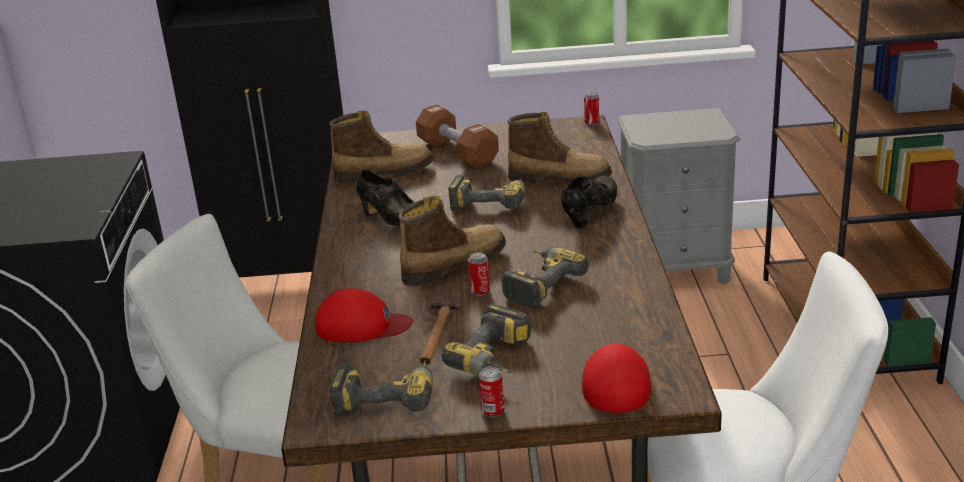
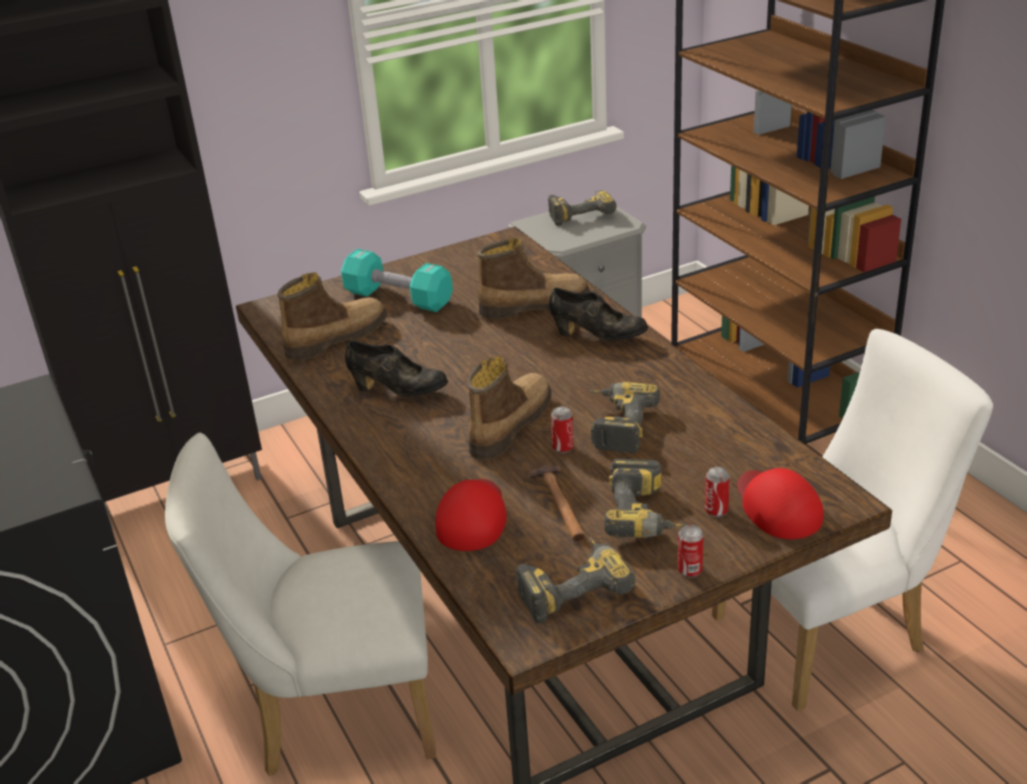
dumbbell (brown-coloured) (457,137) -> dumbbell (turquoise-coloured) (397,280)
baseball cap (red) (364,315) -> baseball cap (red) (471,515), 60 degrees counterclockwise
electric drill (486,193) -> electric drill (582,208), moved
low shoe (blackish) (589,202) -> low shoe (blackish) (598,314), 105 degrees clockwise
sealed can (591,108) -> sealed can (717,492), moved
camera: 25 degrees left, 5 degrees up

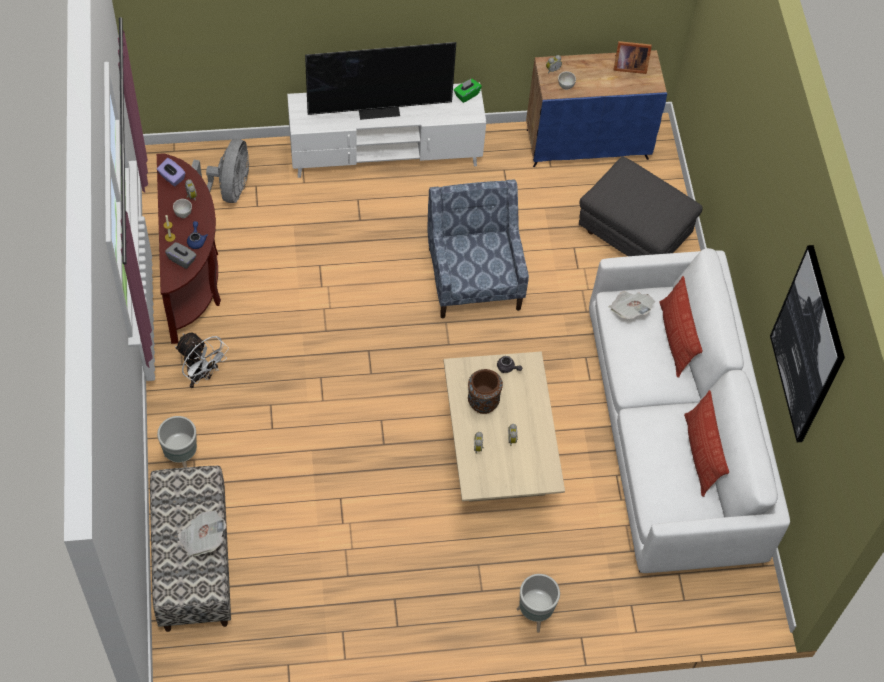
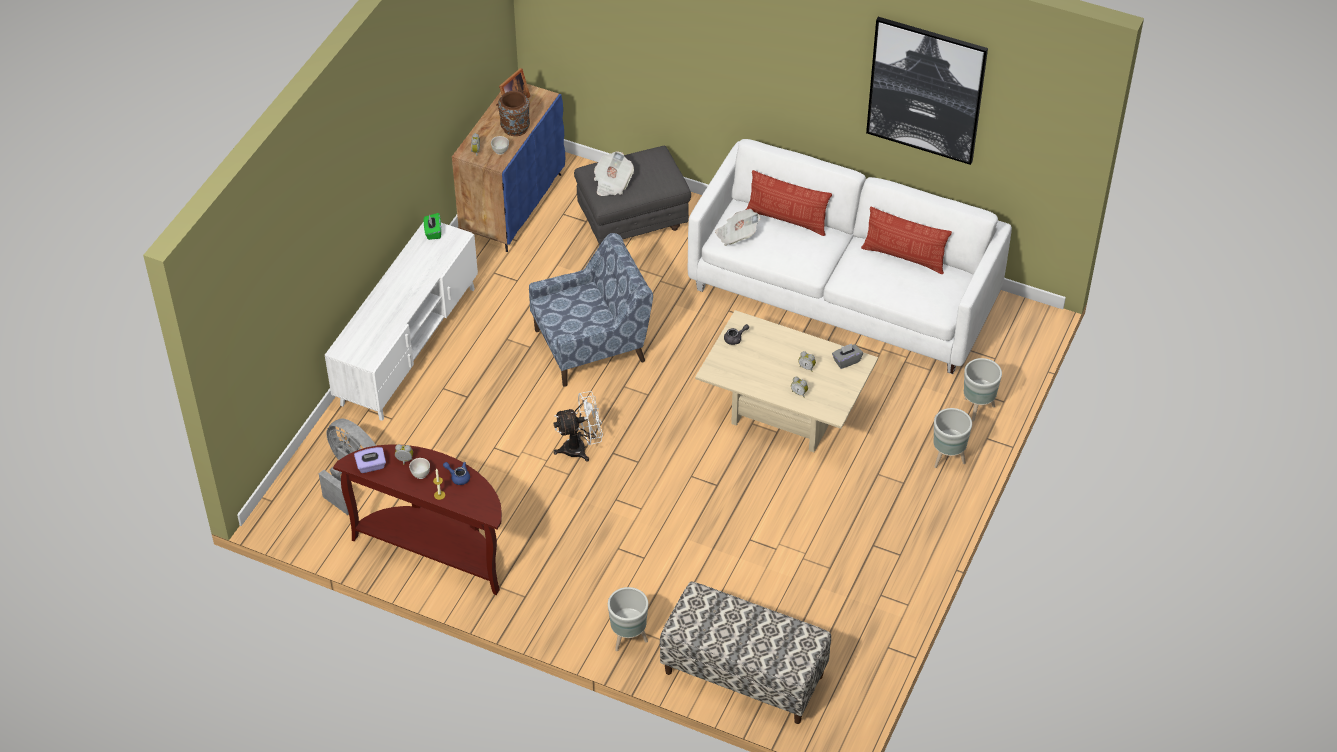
vase (brown-coloured) (485,391) -> vase (brown-coloured) (514,113), moved
lounge chair (bluish) (478,248) -> lounge chair (bluish) (591,310), 135 degrees clockwise
electric fan (whitish) (202,360) -> electric fan (whitish) (578,426), moved
printed paper (202,533) -> printed paper (614,173), moved
tissue box (grey) (181,255) -> tissue box (grey) (847,356), moved
none -> plant pot (grey) (983,390)
TV set (380,81) -> none
camera: 55 degrees left, 10 degrees down

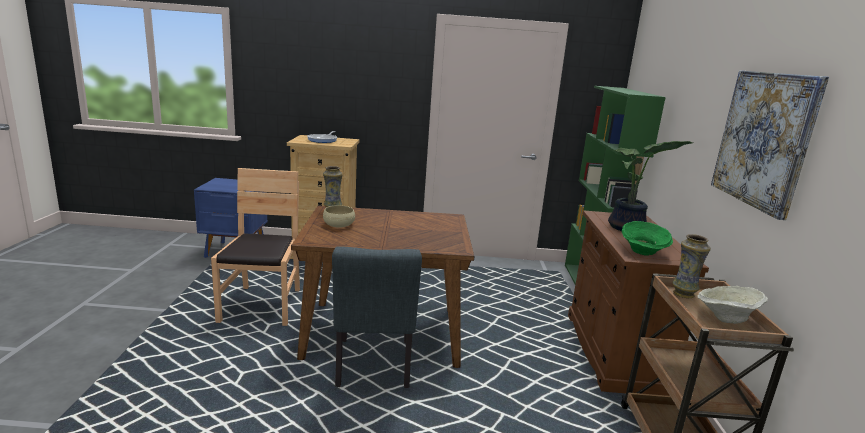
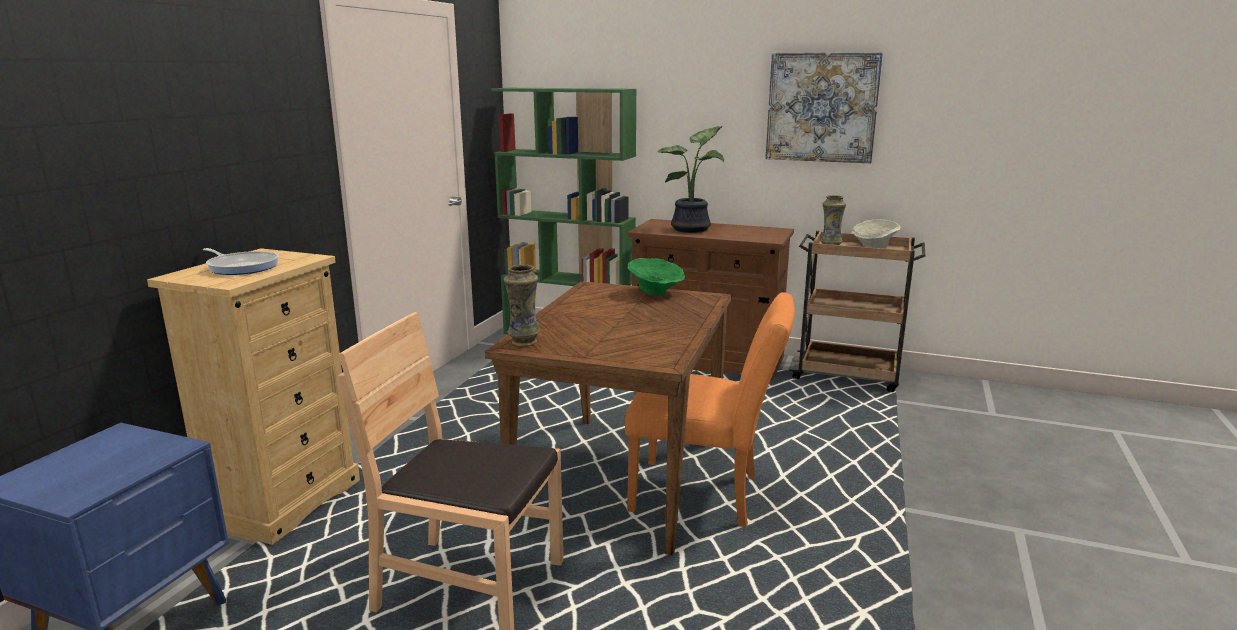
chair (grey) (377,317) -> chair (orange) (710,409)
bowl (green-coloured) (647,238) -> bowl (green-coloured) (656,277), moved
bowl (sand-coloured) (339,216) -> none
camera: 70 degrees left, 0 degrees up

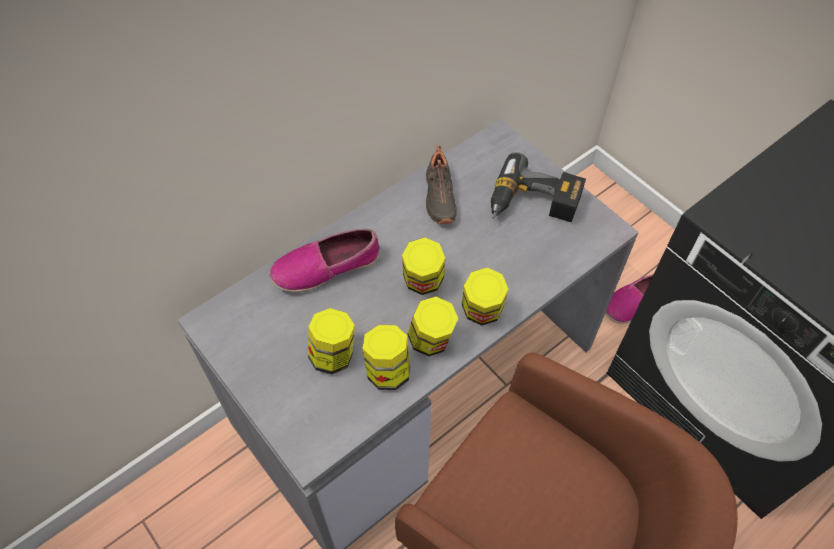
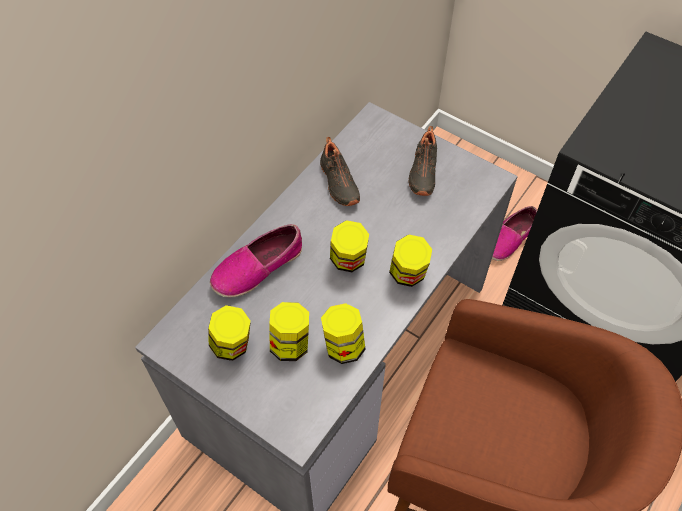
jar (432,326) -> jar (229,333), moved
electric drill (538,187) -> low shoe (blackish) (422,161)
camera: 15 degrees left, 0 degrees up

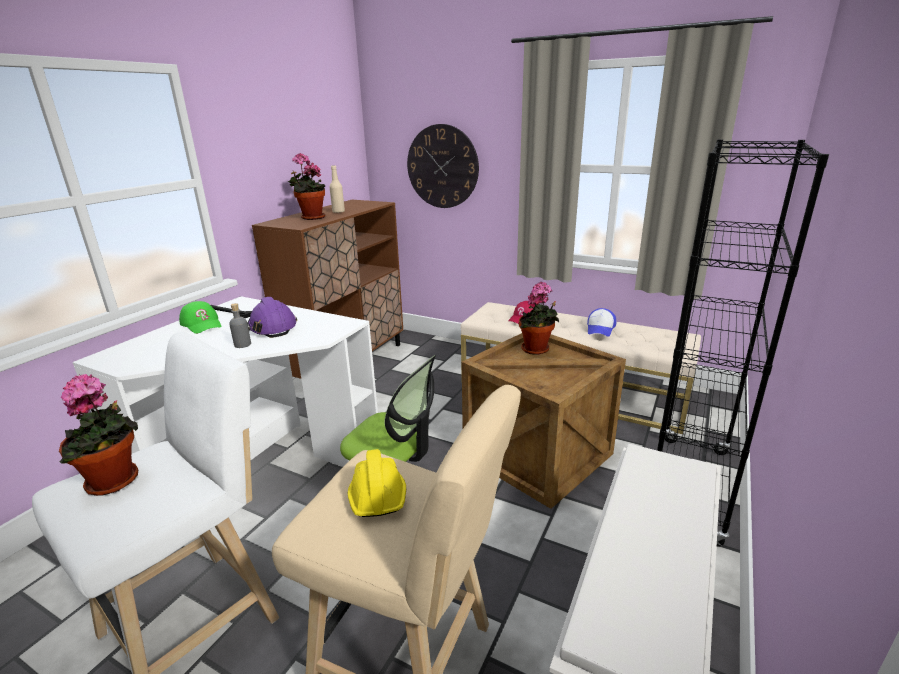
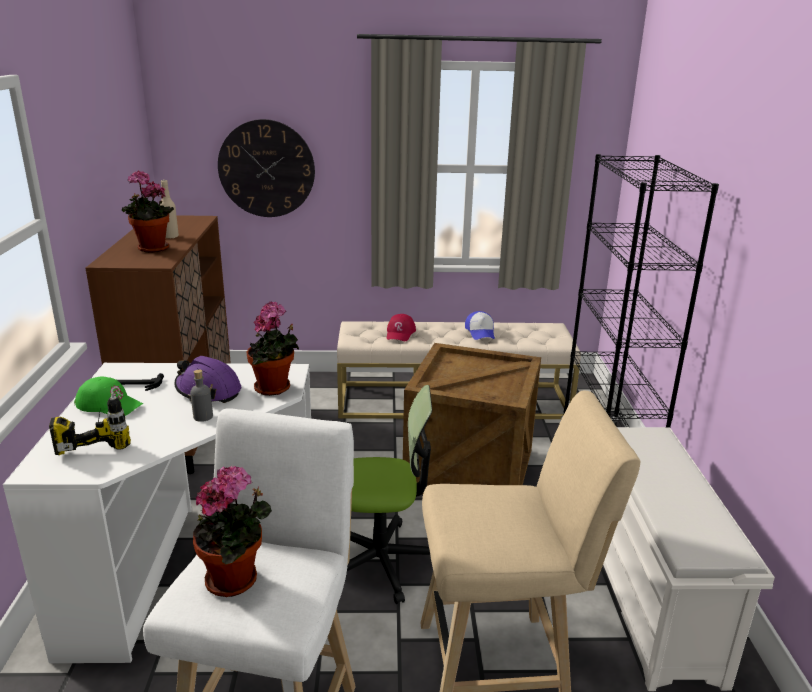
none -> electric drill (90,424)
houseplant (539,318) -> houseplant (272,348), moved
work helmet (yellow) (377,483) -> none
camera: 30 degrees left, 0 degrees up

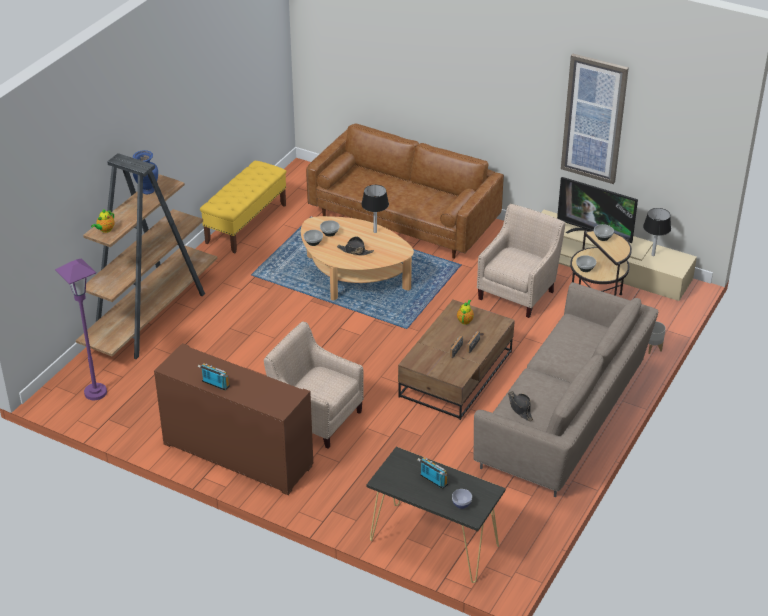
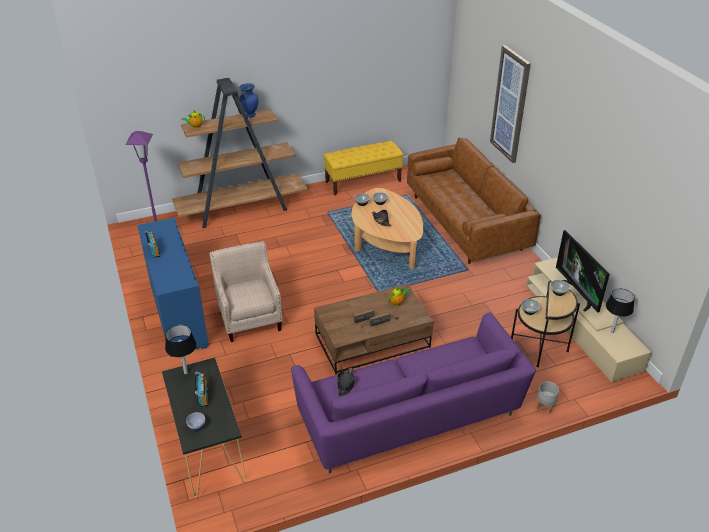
cupboard (brown-coloured) (233,419) -> cupboard (bluish) (173,287)
tabletop lamp (blackish) (375,209) -> tabletop lamp (blackish) (180,349), moved
sofa (sand-coloured) (566,389) -> sofa (purple) (413,393)
wall art (595,119) -> wall art (510,104), moved
lounge chair (sand-coloured) (521,261) -> none
camera: 40 degrees right, 0 degrees up

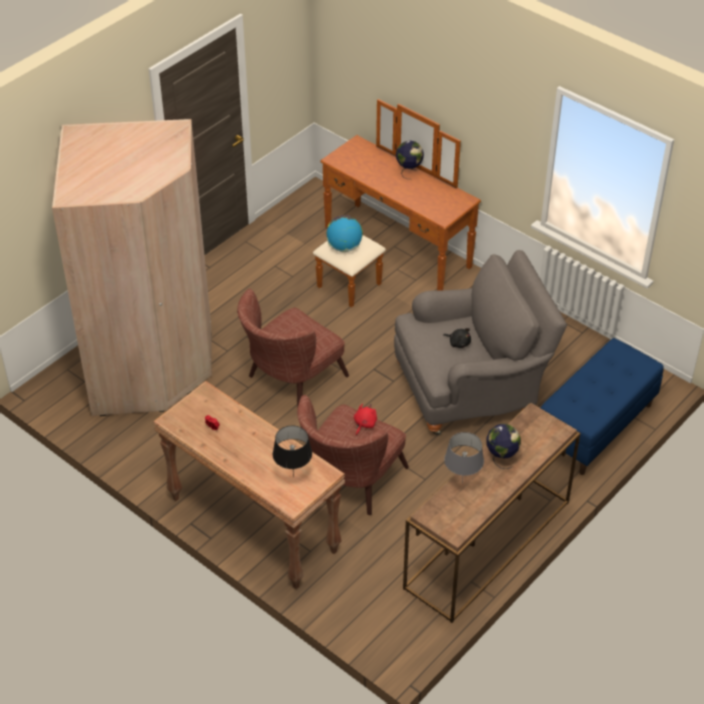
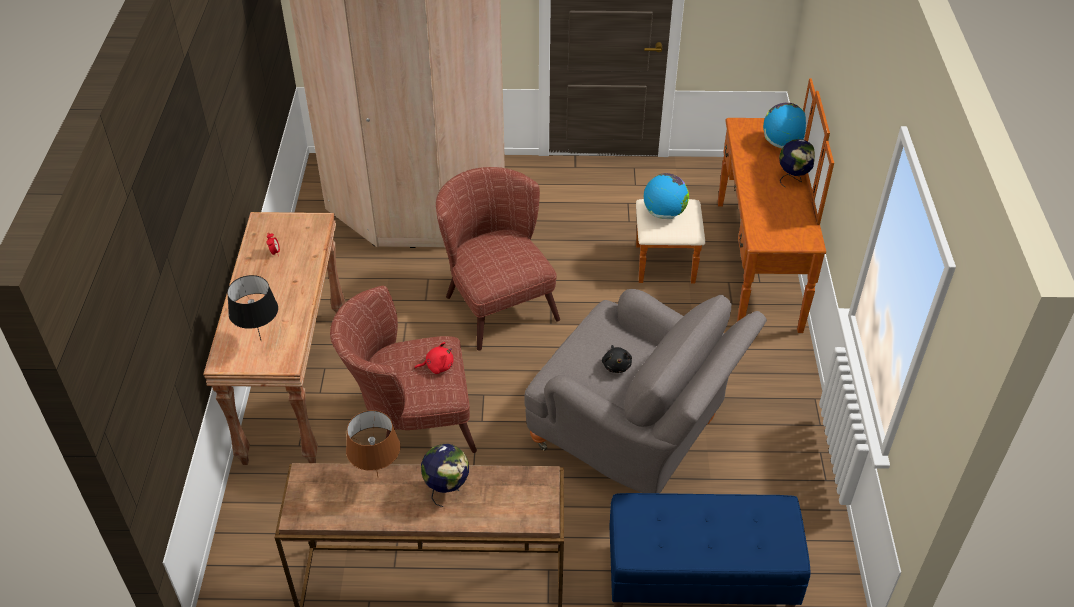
tabletop lamp (grey) (464,457) -> tabletop lamp (brown-coloured) (373,443)
lounge chair (brown-coloured) (293,349) -> lounge chair (brown-coloured) (498,259), 60 degrees clockwise
none -> world globe (784,125)
camera: 50 degrees right, 0 degrees up

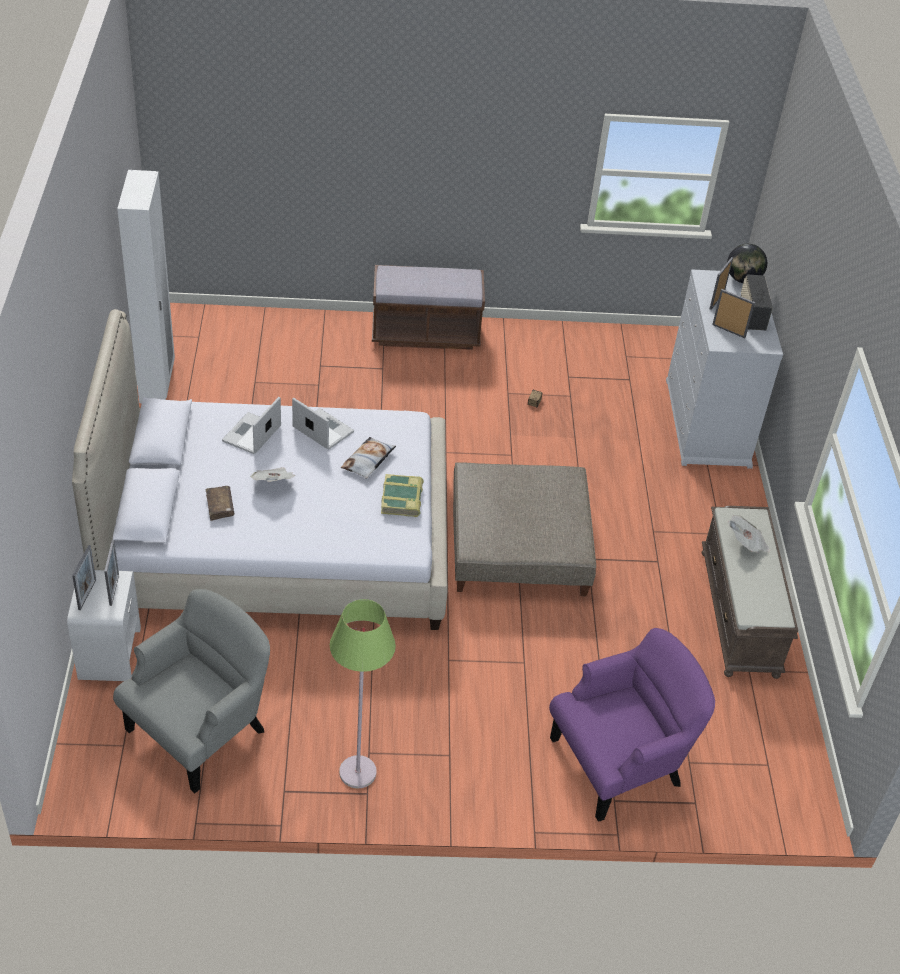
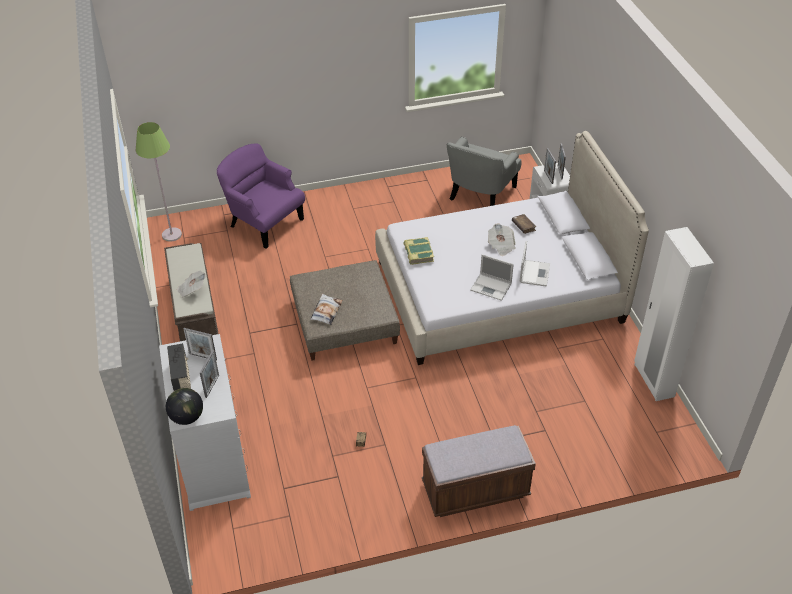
standing lamp (green-coloured) (363,693) -> standing lamp (green-coloured) (159,182), moved
lounge chair (purple) (632,725) -> lounge chair (purple) (261,196), 75 degrees clockwise
cushion (368,458) -> cushion (326,309), moved
camera: 170 degrees right, 0 degrees up

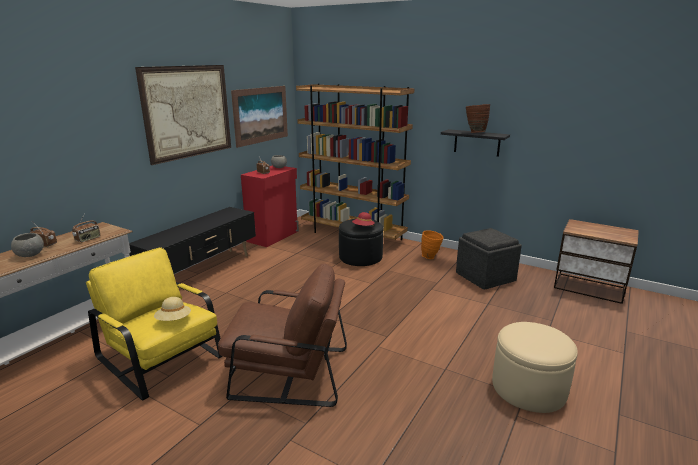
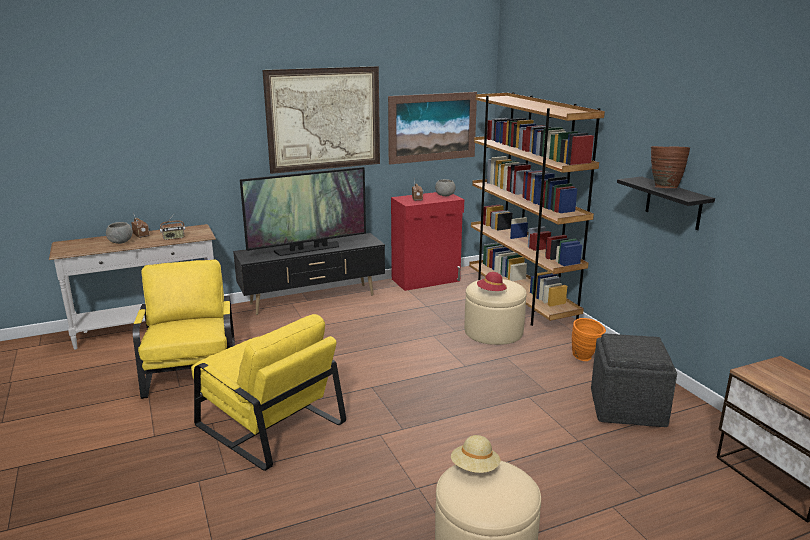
lounge chair (brown-coloured) (282,335) -> lounge chair (yellow) (268,392)
none -> TV set (303,211)
clothing hat (sand-coloured) (172,309) -> clothing hat (sand-coloured) (475,454), moved
pouffe (blackish) (361,242) -> pouffe (sand-coloured) (495,312)
camera: 35 degrees right, 0 degrees up

